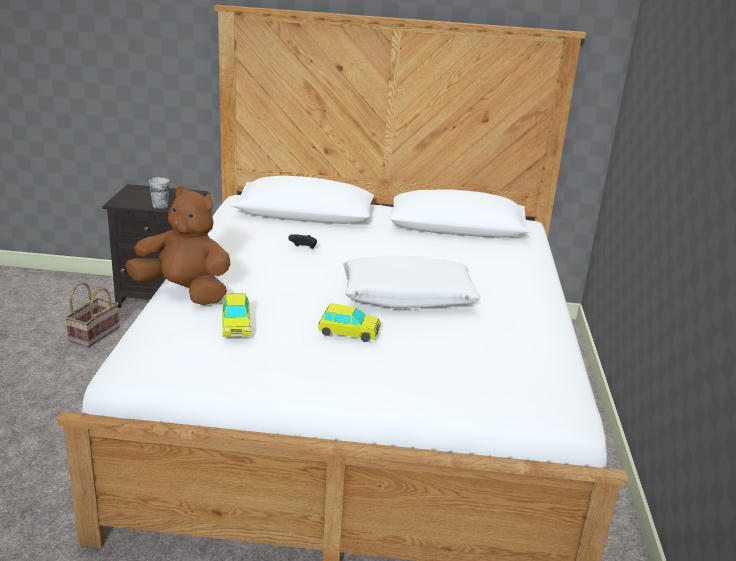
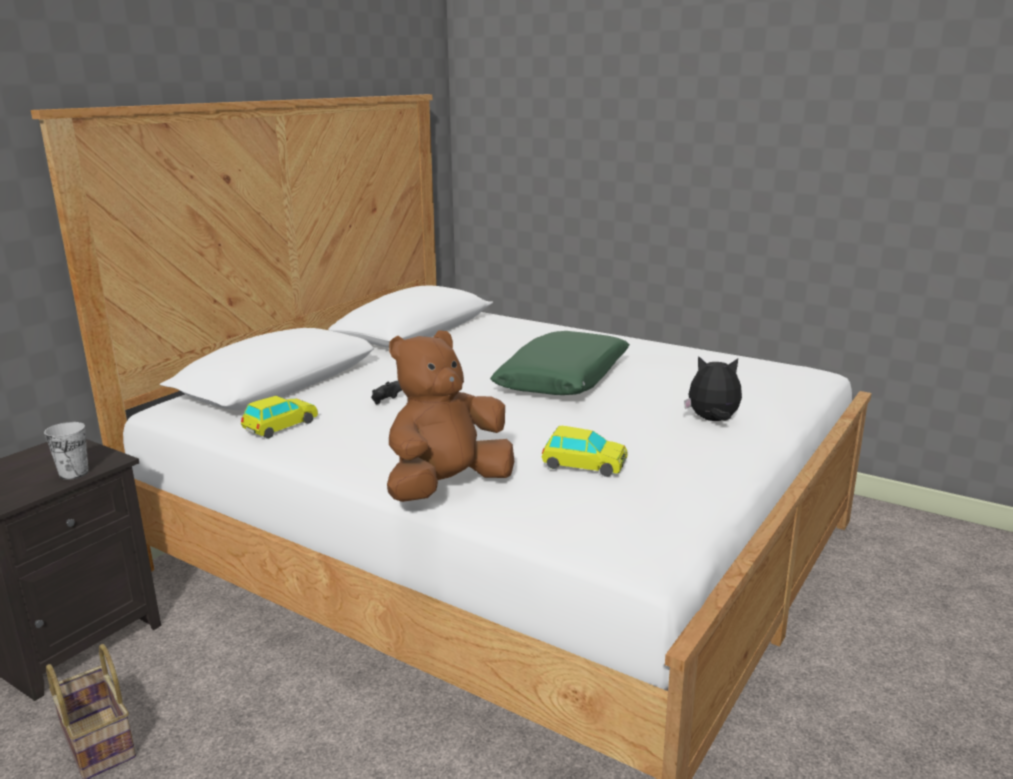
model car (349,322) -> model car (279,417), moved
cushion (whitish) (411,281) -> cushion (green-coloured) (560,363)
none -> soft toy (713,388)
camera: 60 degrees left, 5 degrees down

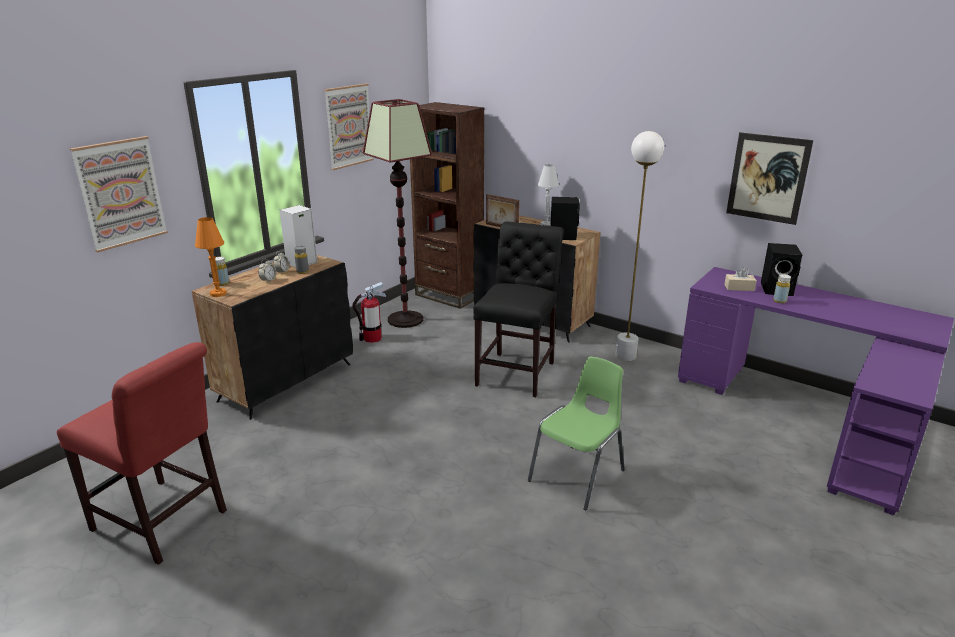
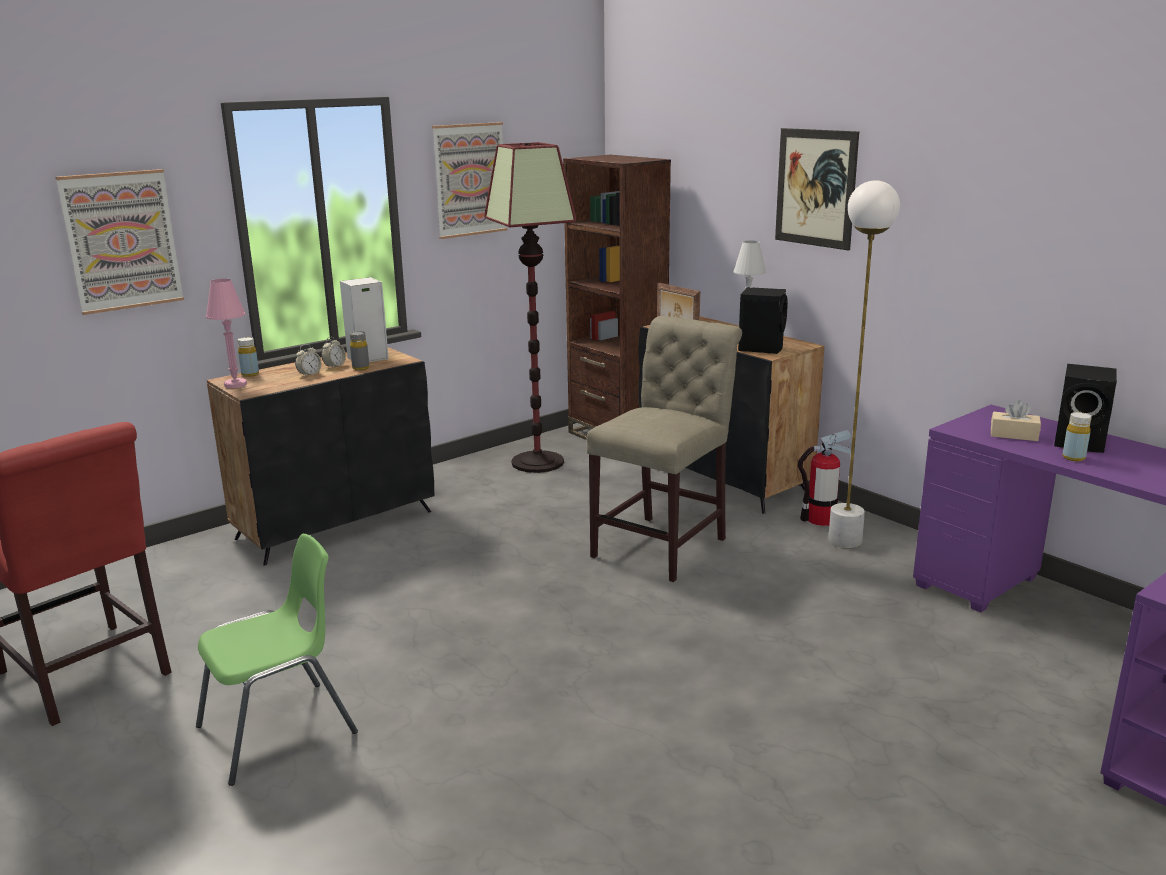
chair (green-coloured) (576,434) -> chair (green-coloured) (277,660), moved
tabletop lamp (orange) (211,257) -> tabletop lamp (pink-coloured) (226,333)
chair (blackish) (518,309) -> chair (sand-coloured) (664,449)
wall art (769,178) -> wall art (817,189), moved
fire extinguisher (369,312) -> fire extinguisher (824,478), moved
camera: 15 degrees right, 5 degrees down

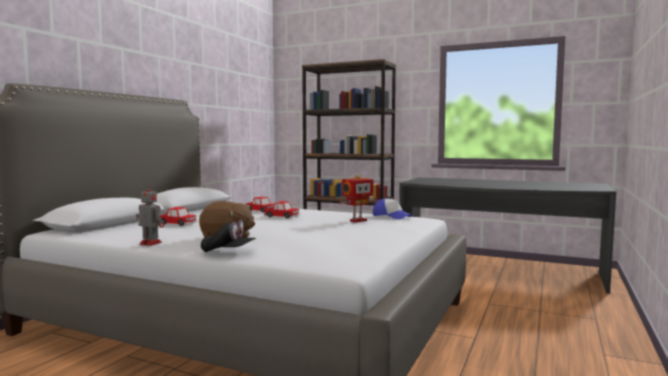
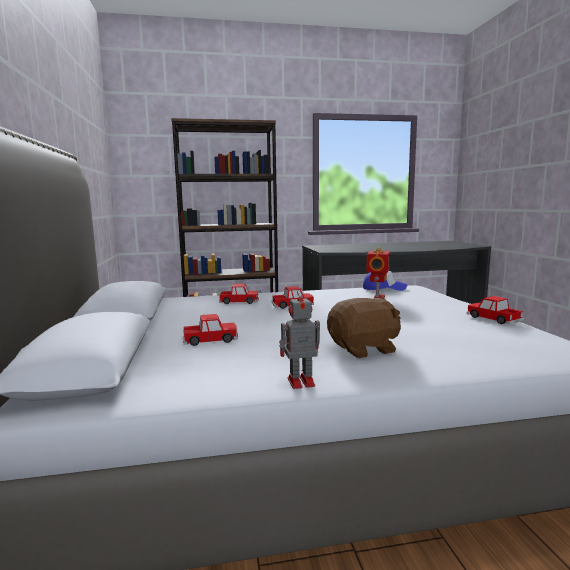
none -> model car (495,310)
baseball cap (blackish) (228,235) -> none
camera: 35 degrees left, 5 degrees up

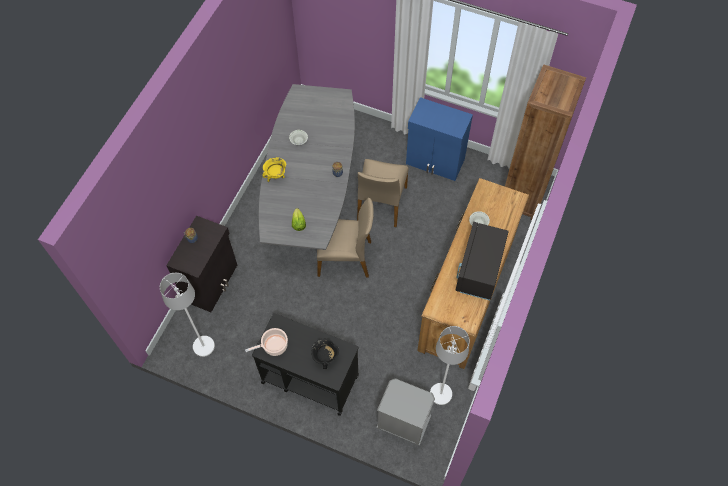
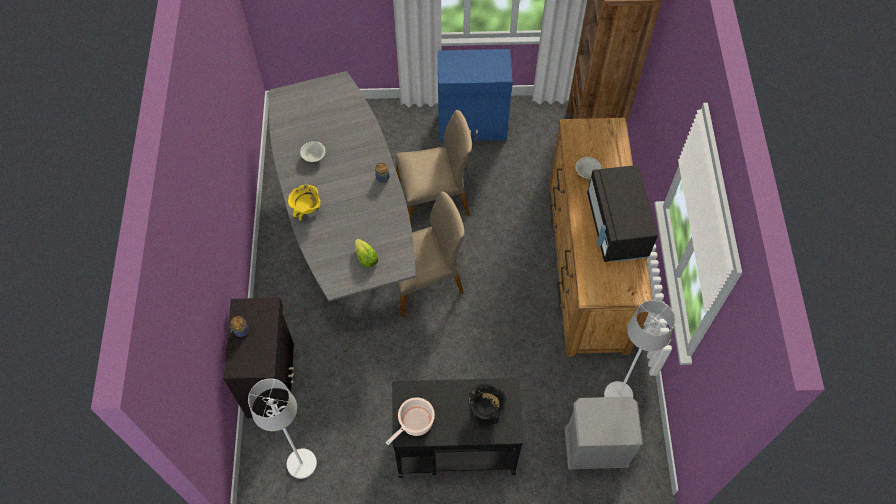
chair (sand-coloured) (382,193) -> chair (sand-coloured) (434,166), 90 degrees counterclockwise
camera: 25 degrees left, 0 degrees up

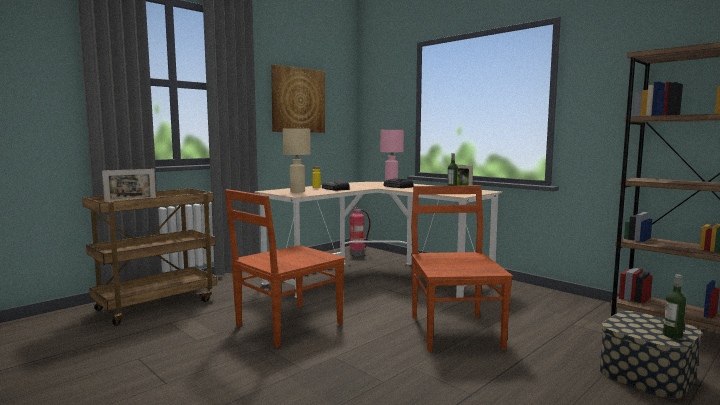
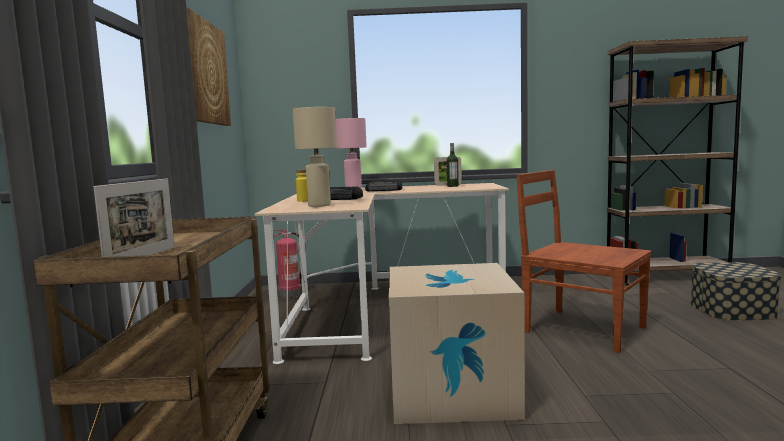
chair (brown-coloured) (285,268) -> carton (457,343)
bottle (674,306) -> none
camera: 45 degrees left, 0 degrees up

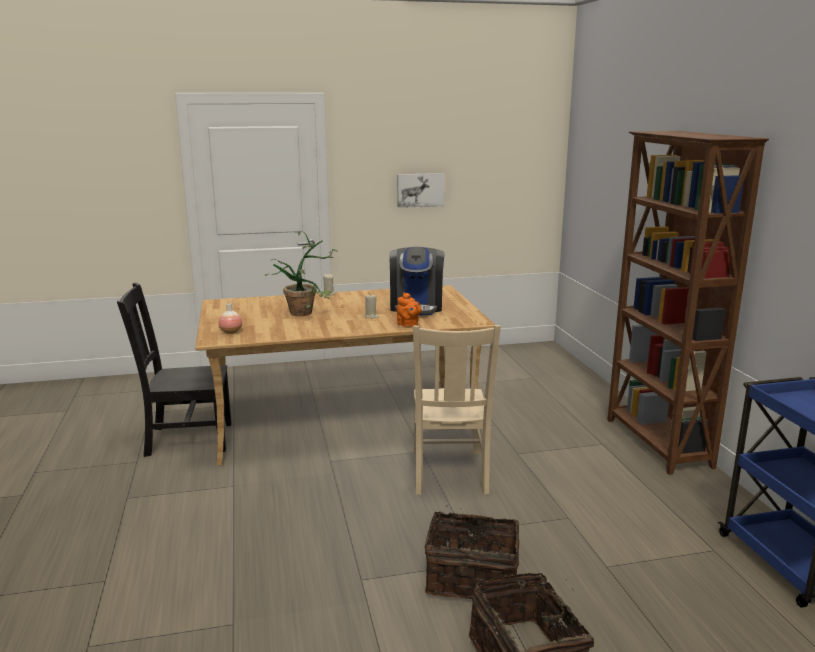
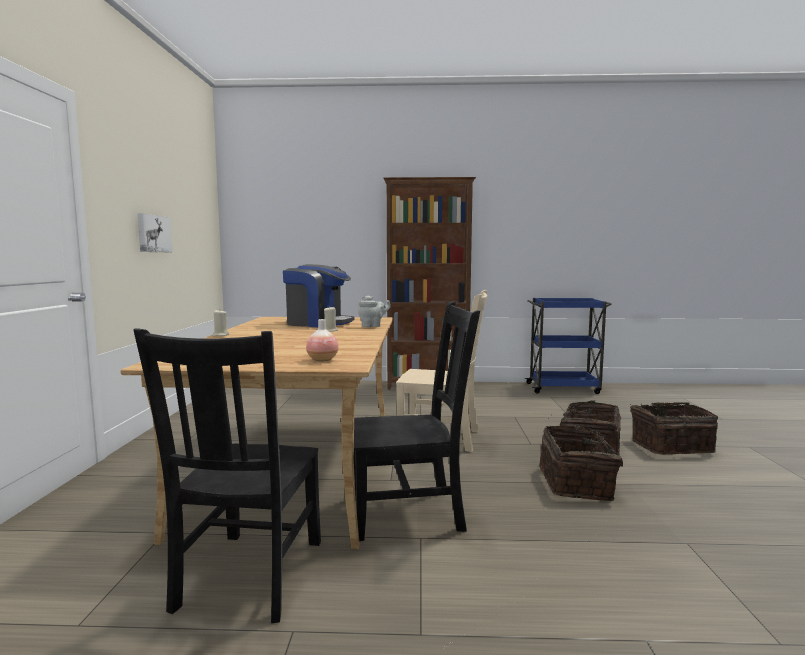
none -> chair (blackish) (417,421)
teapot (orange) (409,310) -> teapot (grey) (374,311)
none -> household basket (581,463)
houseplant (301,274) -> none
camera: 75 degrees left, 10 degrees down

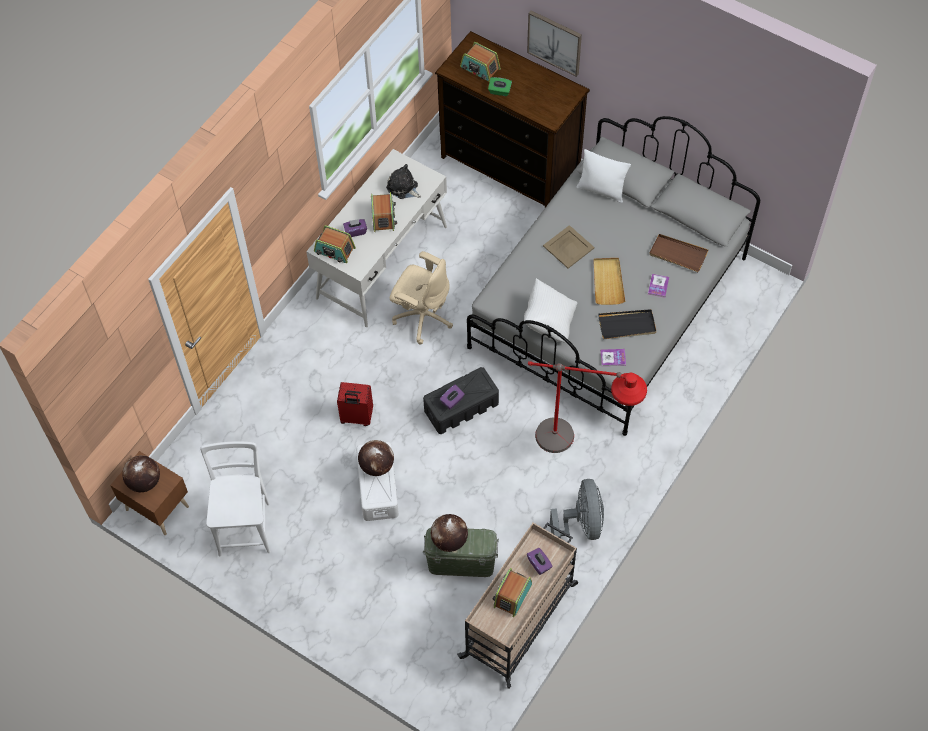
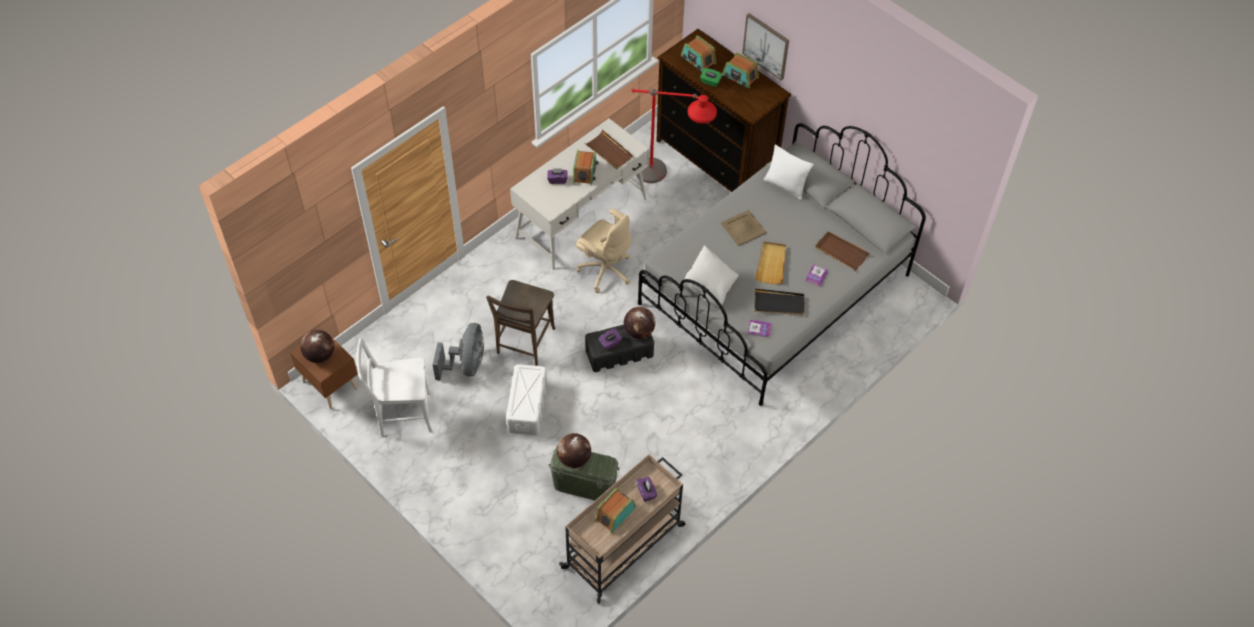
chair (whitish) (235,499) -> chair (whitish) (394,387), 105 degrees counterclockwise
electric fan (grey) (577,509) -> electric fan (grey) (458,351), moved
suitcase (red) (355,404) -> chair (brown-coloured) (521,323)
soft toy (403,181) -> serving tray (brown-coloured) (608,150)
world globe (376,458) -> world globe (639,323), moved
standing lamp (red) (587,407) -> standing lamp (red) (674,136), moved
radio (335,244) -> radio (740,70), moved
camera: 10 degrees right, 5 degrees down

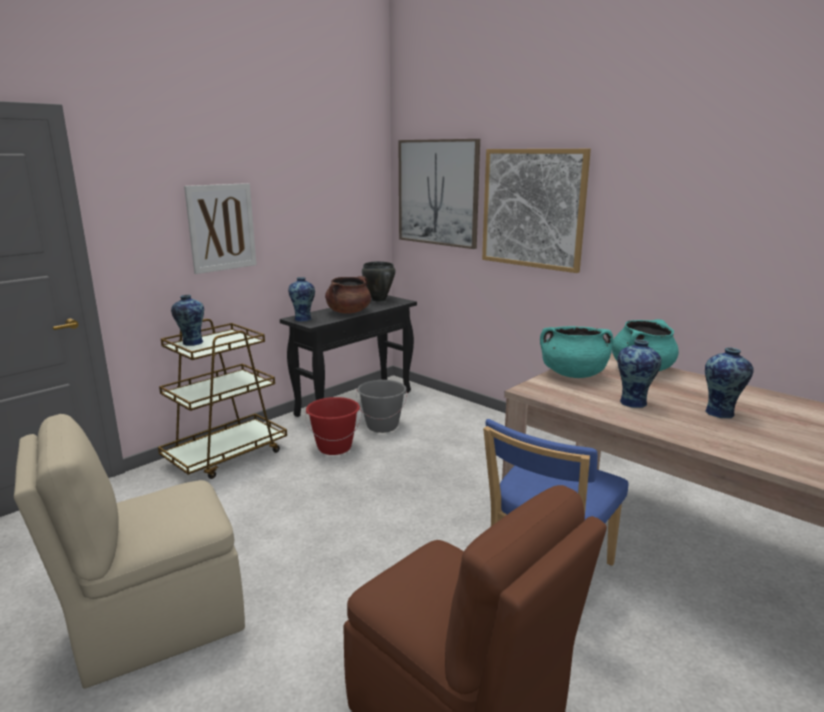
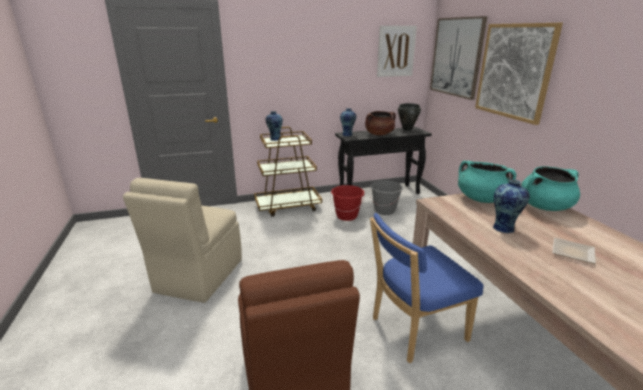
chair (sand-coloured) (129,551) -> chair (sand-coloured) (182,240), 75 degrees counterclockwise
wall art (220,228) -> wall art (397,51), moved
vase (729,382) -> plate (574,251)
camera: 30 degrees right, 5 degrees up

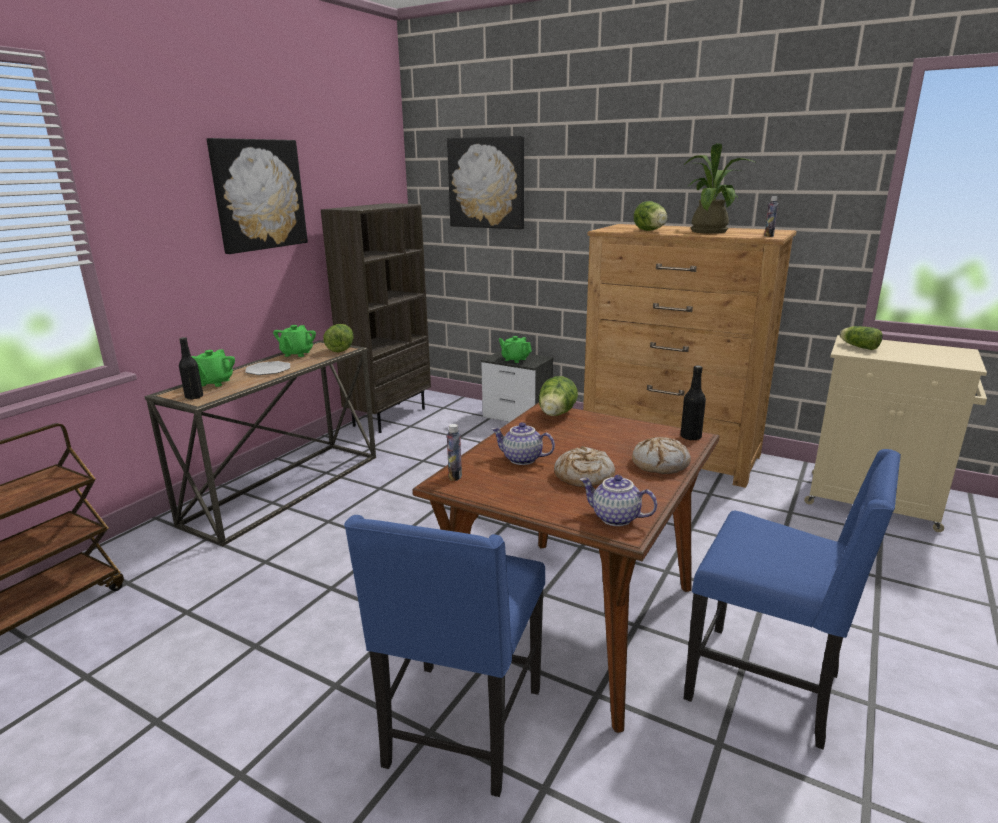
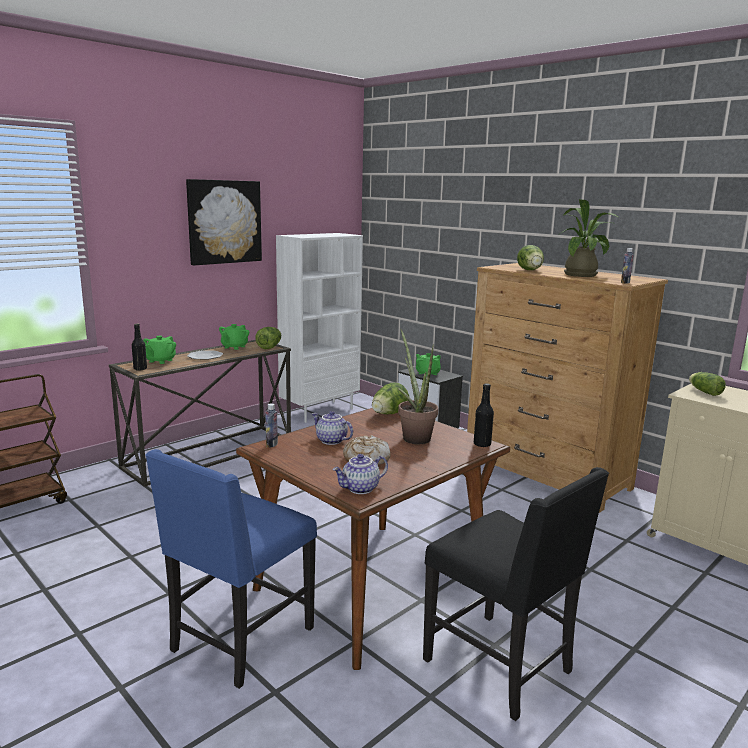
bookcase (brown-coloured) (376,318) -> bookcase (whitish) (319,328)
teapot (618,500) -> teapot (360,474), 75 degrees counterclockwise
none -> houseplant (417,386)
chair (bluish) (792,599) -> chair (blackish) (516,594)
wall art (485,182) -> none
bread (661,455) -> none
camera: 15 degrees right, 5 degrees down

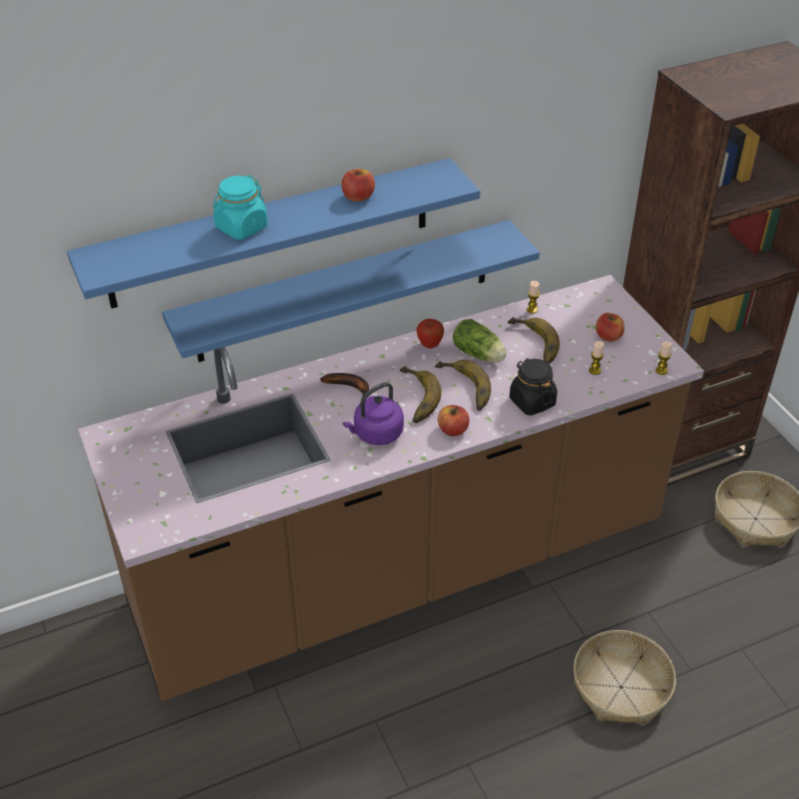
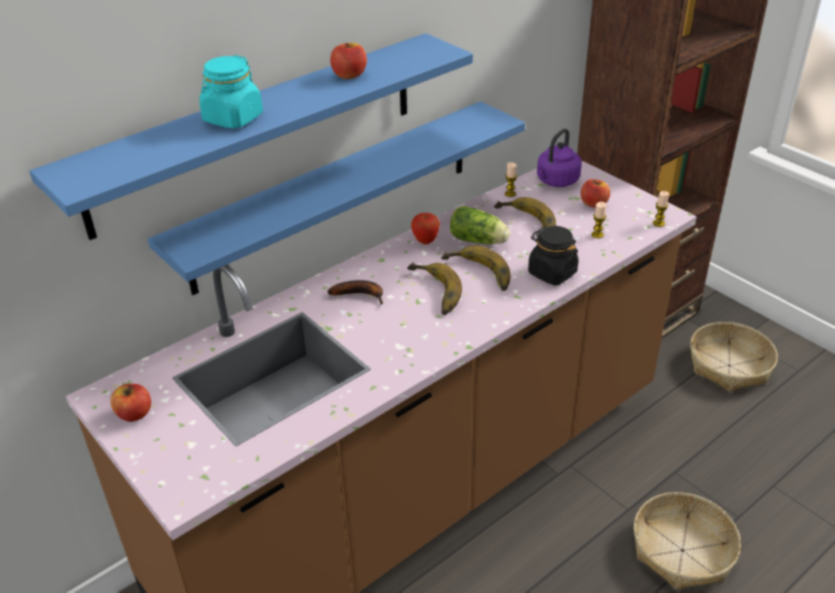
whole apple (453,420) -> whole apple (130,403), moved
water kettle (purple) (373,413) -> water kettle (purple) (559,157), moved
camera: 15 degrees left, 5 degrees down

